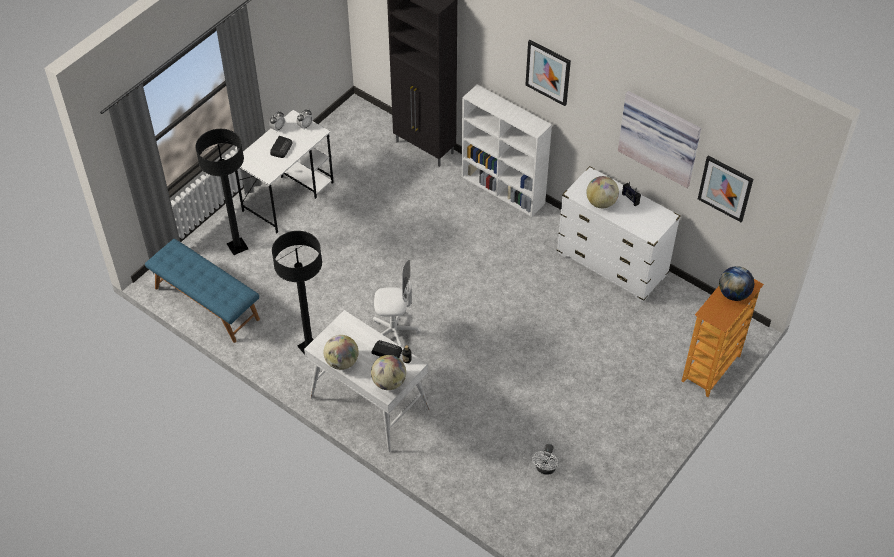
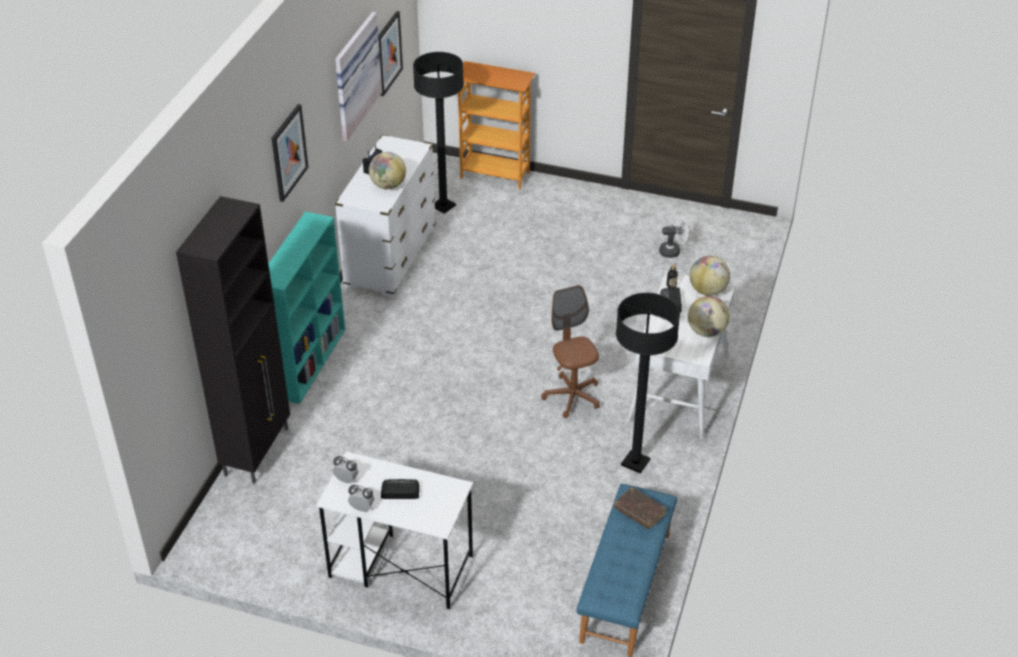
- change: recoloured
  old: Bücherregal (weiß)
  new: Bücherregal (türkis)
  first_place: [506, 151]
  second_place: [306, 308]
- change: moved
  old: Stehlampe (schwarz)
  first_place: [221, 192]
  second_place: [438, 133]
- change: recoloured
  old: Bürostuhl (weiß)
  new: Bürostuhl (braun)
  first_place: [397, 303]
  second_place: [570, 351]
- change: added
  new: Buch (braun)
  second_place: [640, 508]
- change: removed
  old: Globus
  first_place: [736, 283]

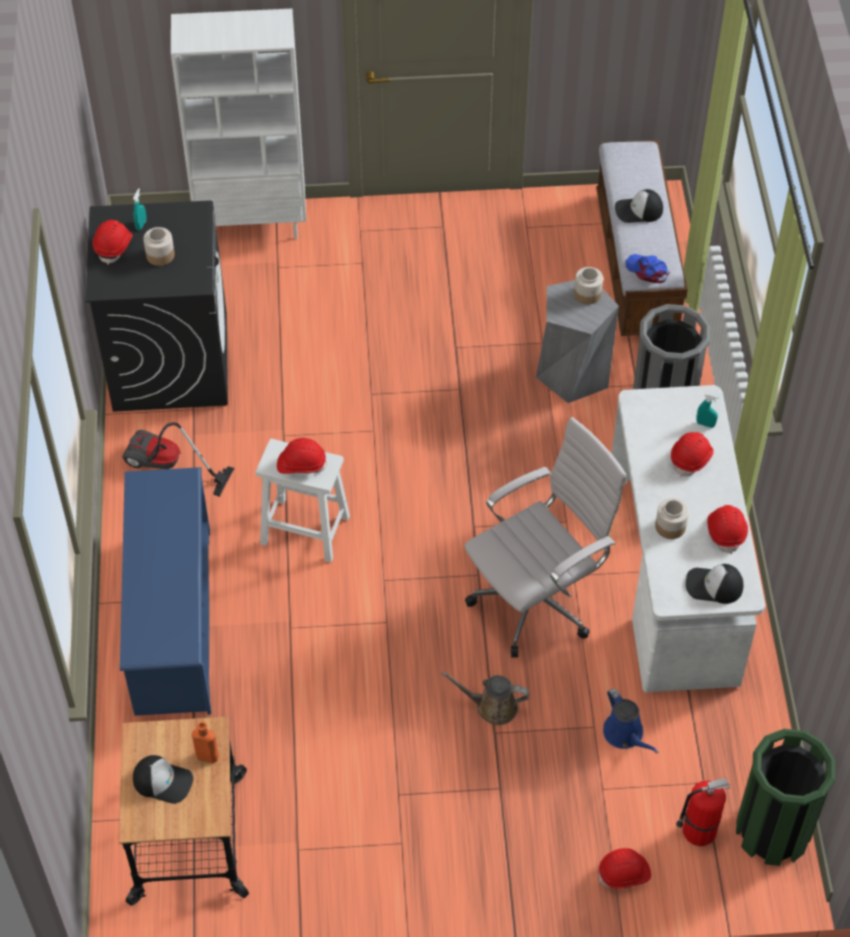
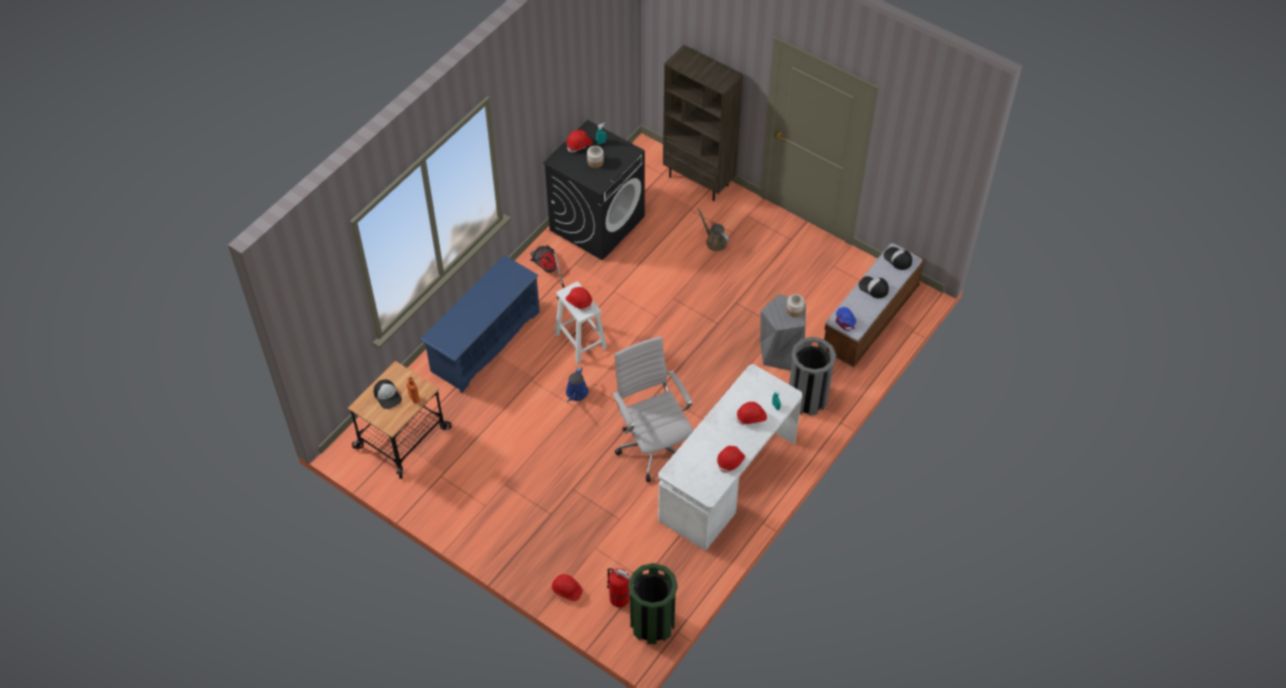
- change: moved
  old: Gießkanne (blau)
  first_place: [631, 721]
  second_place: [577, 384]
- change: turned
  old: Bürostuhl (weiß)
  first_place: [545, 537]
  second_place: [653, 409]
  degrees: -120
- change: recoloured
  old: Bücherregal (weiß)
  new: Bücherregal (braun)
  first_place: [238, 124]
  second_place: [703, 123]
- change: moved
  old: Gießkanne (braun)
  first_place: [485, 698]
  second_place: [713, 229]
- change: moved
  old: Kappe
  first_place: [715, 584]
  second_place: [898, 258]
- change: removed
  old: Vorratsglas
  first_place: [672, 518]

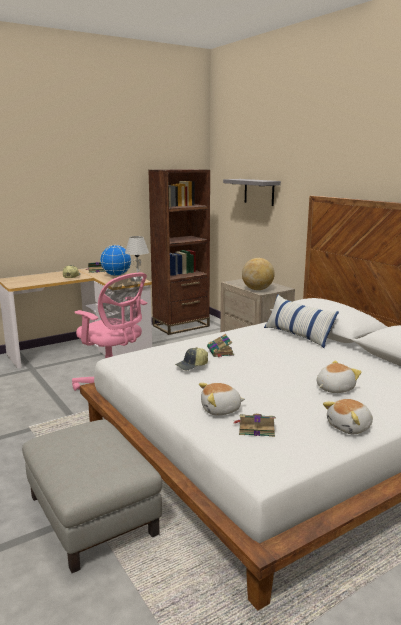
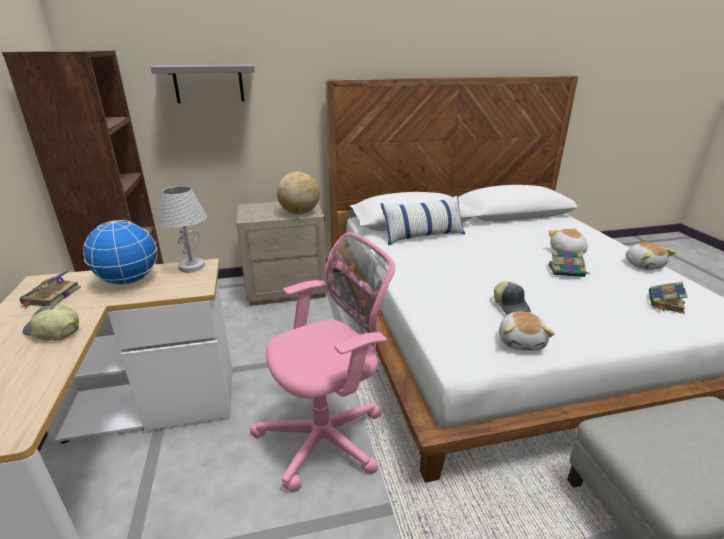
- change: moved
  old: Plüschtier
  first_place: [222, 399]
  second_place: [527, 331]
- change: moved
  old: Buch
  first_place: [220, 345]
  second_place: [568, 264]

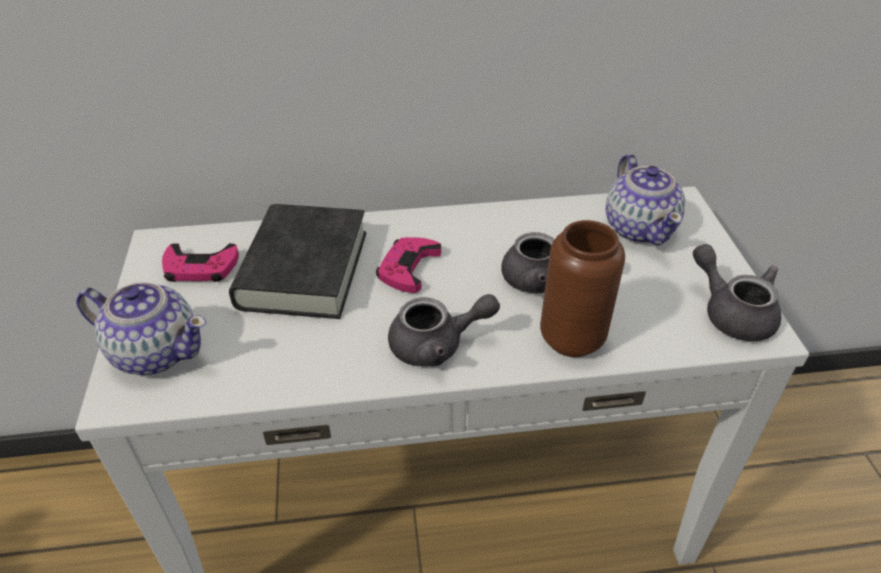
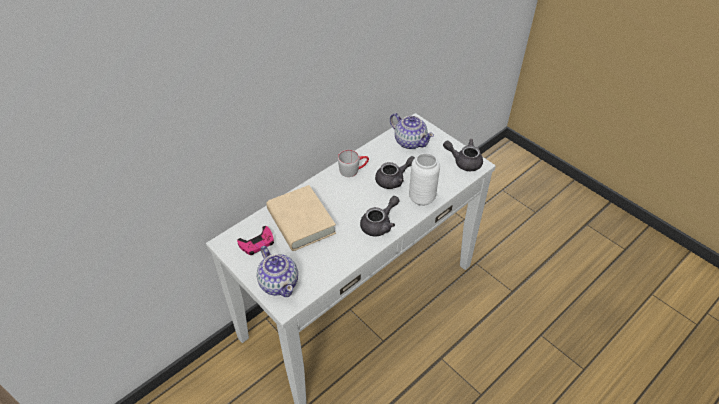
- change: turned
  old: Teekanne
  first_place: [141, 328]
  second_place: [277, 271]
  degrees: 75
- change: recoloured
  old: Buch (schwarz)
  new: Buch (beige)
  first_place: [297, 261]
  second_place: [301, 218]
- change: added
  new: Henkelbecher (grau)
  second_place: [353, 163]
- change: recoloured
  old: Vase (braun)
  new: Vase (weiß)
  first_place: [582, 288]
  second_place: [424, 179]
- change: removed
  old: Gamepad (rosa)
  first_place: [408, 265]

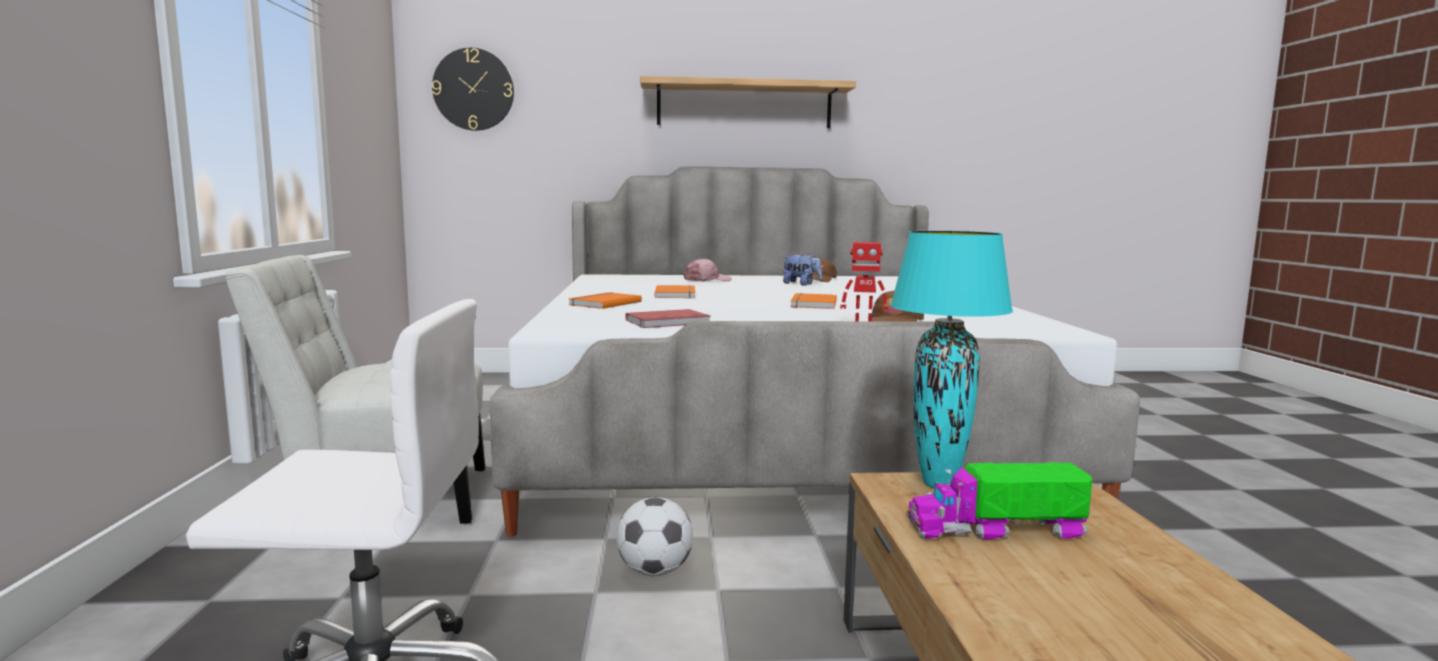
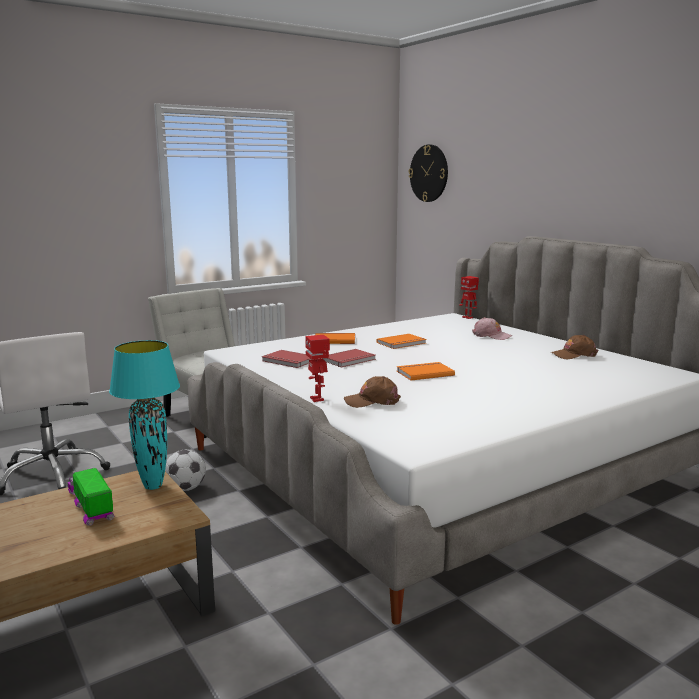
- change: added
  new: Buch (rot)
  second_place: [349, 358]
- change: added
  new: Spielzeugroboter
  second_place: [469, 297]
- change: removed
  old: Wandregal
  first_place: [748, 102]
- change: removed
  old: Plüschtier
  first_place: [802, 270]

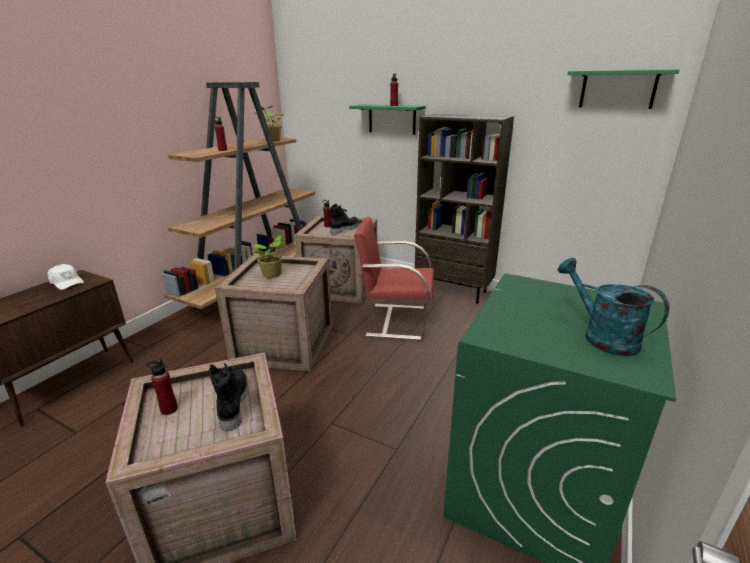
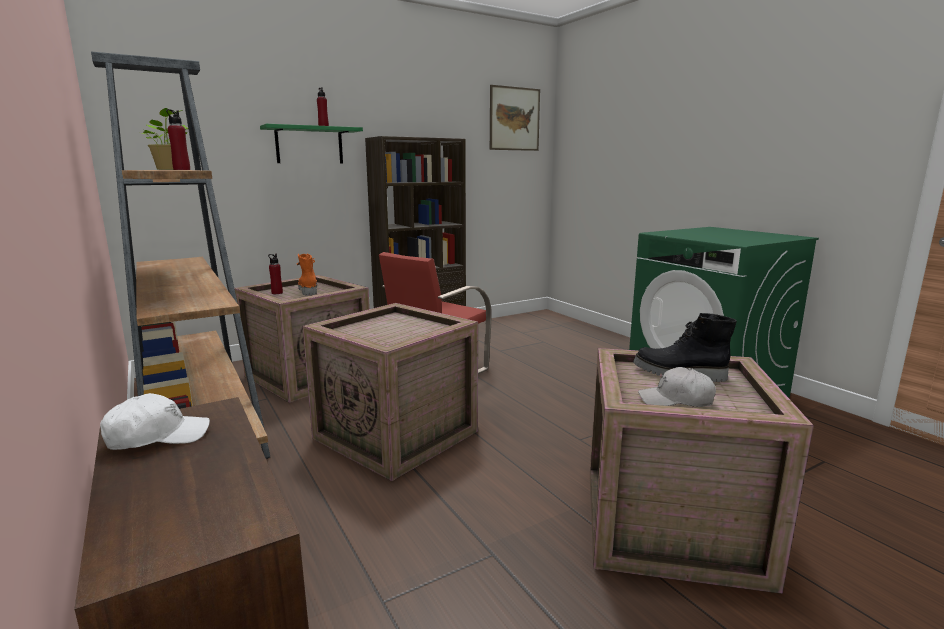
- change: recoloured
  old: Stiefel (schwarz)
  new: Stiefel (orange)
  first_place: [344, 219]
  second_place: [306, 275]
- change: replaced
  old: Wandregal (grün)
  new: Bild
  first_place: [623, 89]
  second_place: [515, 118]
- change: replaced
  old: Flasche (rot)
  new: Kappe (weiß)
  first_place: [162, 387]
  second_place: [677, 387]
- change: removed
  old: Topfpflanze
  first_place: [269, 256]
- change: removed
  old: Gießkanne (türkis)
  first_place: [613, 307]

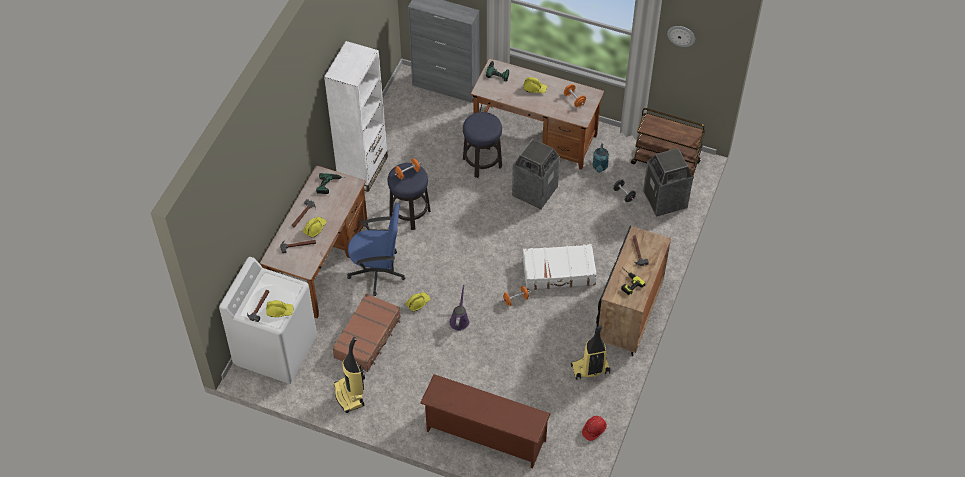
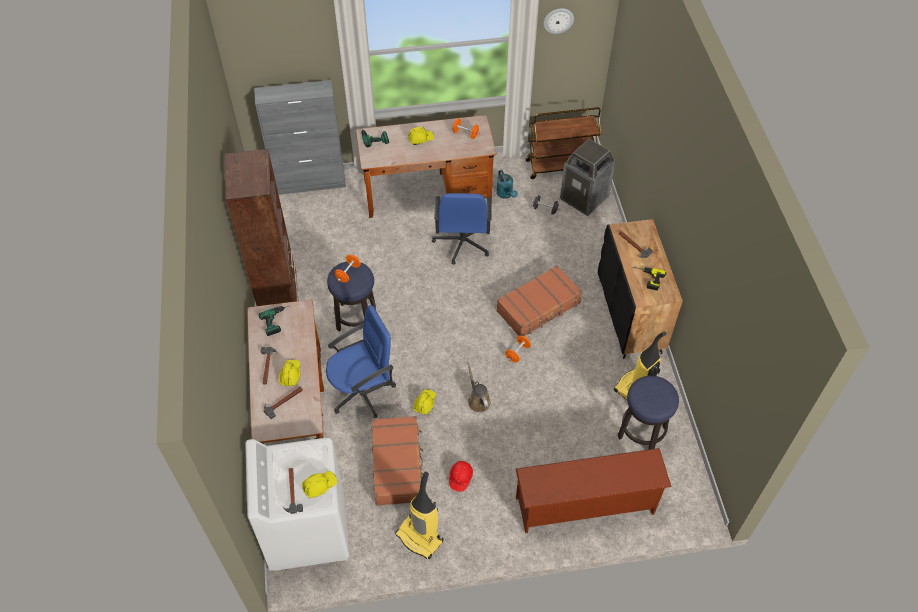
- change: recoloured
  old: Bücherregal (weiß)
  new: Bücherregal (braun)
  first_place: [356, 116]
  second_place: [261, 227]
- change: replaced
  old: Mülleimer
  new: Bürostuhl (blau)
  first_place: [536, 174]
  second_place: [461, 229]
- change: moved
  old: Schutzhelm (rot)
  first_place: [594, 428]
  second_place: [461, 476]
- change: recoloured
  old: Gießkanne (lila)
  new: Gießkanne (braun)
  first_place: [459, 308]
  second_place: [479, 387]
- change: recoloured
  old: Koffer (weiß)
  new: Koffer (braun)
  first_place: [560, 267]
  second_place: [539, 300]
- change: moved
  old: Hocker
  first_place: [482, 145]
  second_place: [648, 413]

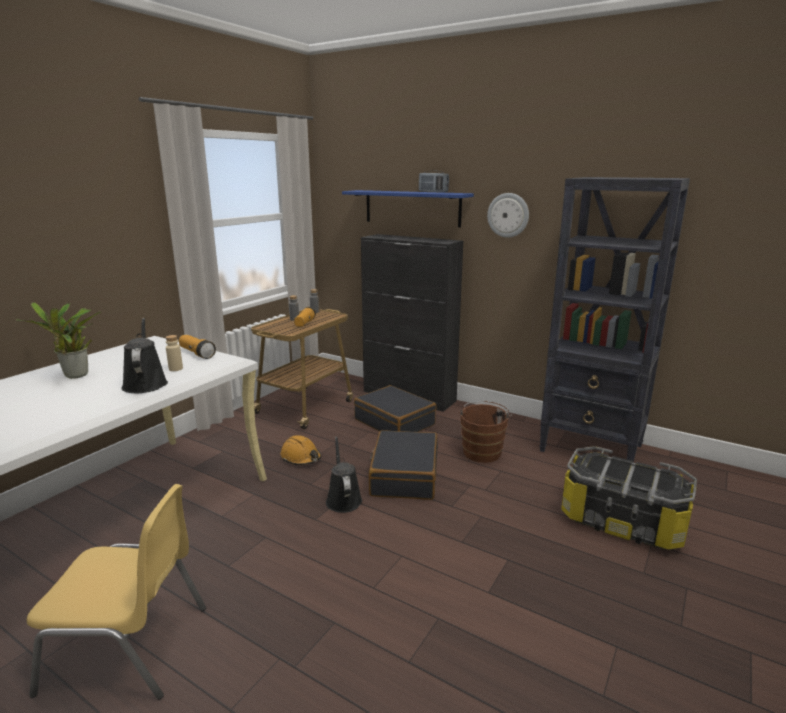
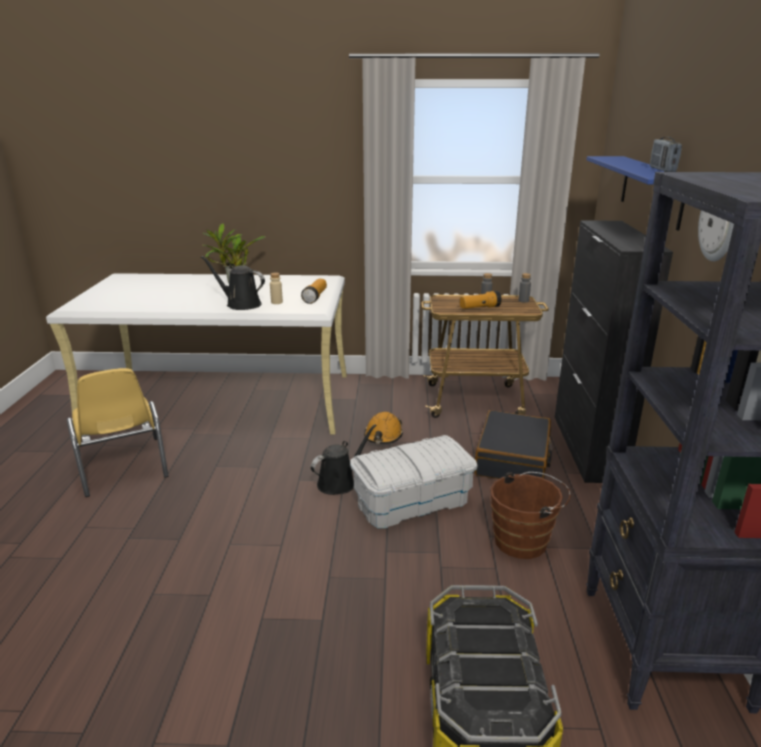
- change: turned
  old: Gießkanne (schwarz)
  first_place: [145, 355]
  second_place: [233, 283]
  degrees: -105
- change: replaced
  old: Koffer (schwarz)
  new: Aufbewahrungsbox (weiß)
  first_place: [403, 465]
  second_place: [414, 481]

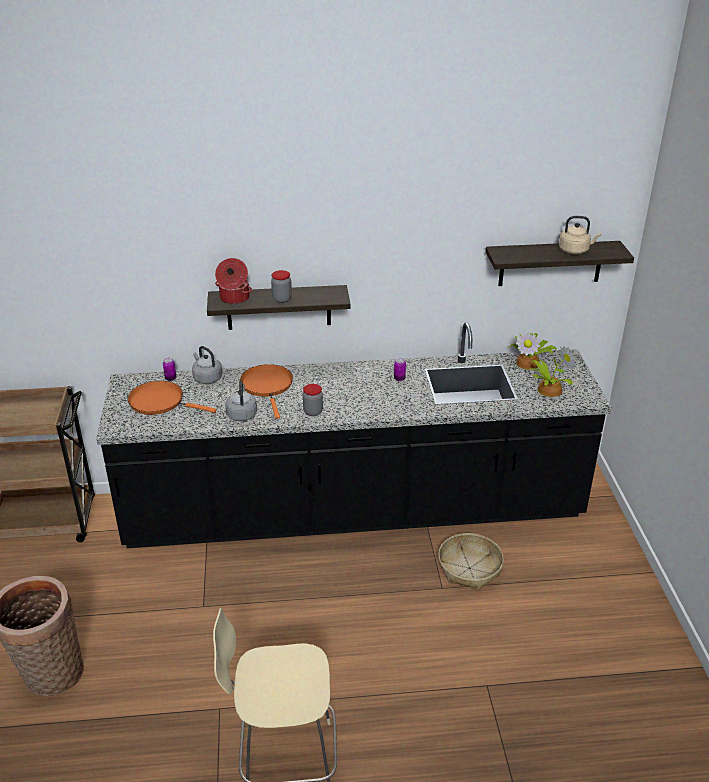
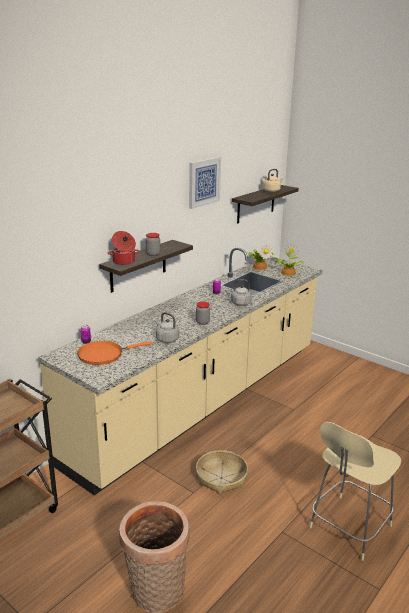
- change: recoloured
  old: Küchenzeile (schwarz)
  new: Küchenzeile (beige)
  first_place: [354, 435]
  second_place: [180, 371]
- change: added
  new: Bild
  second_place: [205, 183]
- change: moved
  old: Korb
  first_place: [471, 561]
  second_place: [222, 472]
- change: moved
  old: Wasserkessel (grau)
  first_place: [207, 365]
  second_place: [238, 293]
- change: removed
  old: Pfanne (orange)
  first_place: [266, 391]

